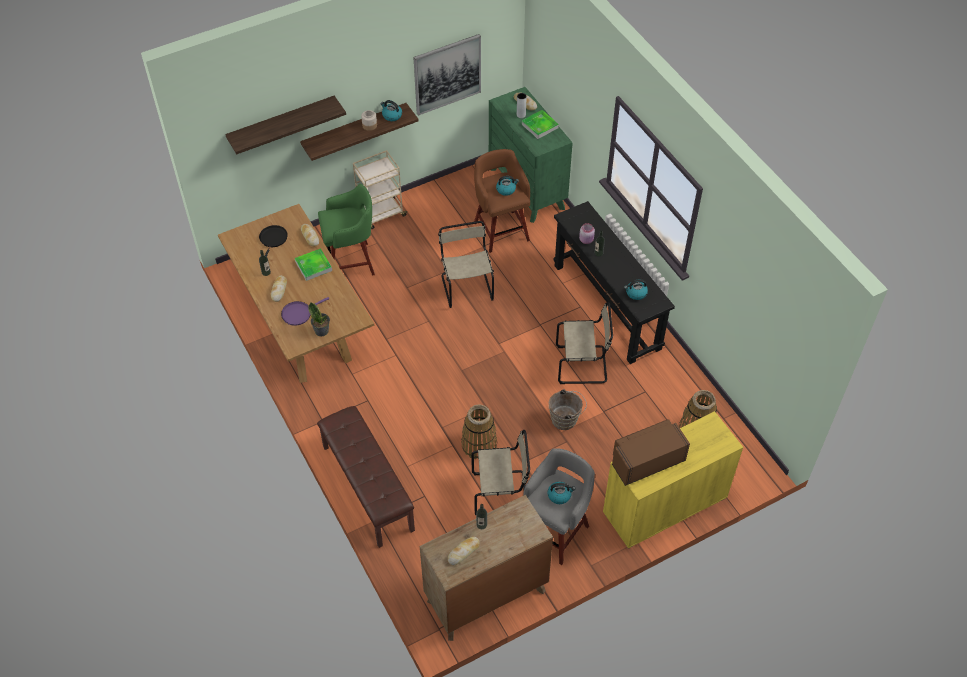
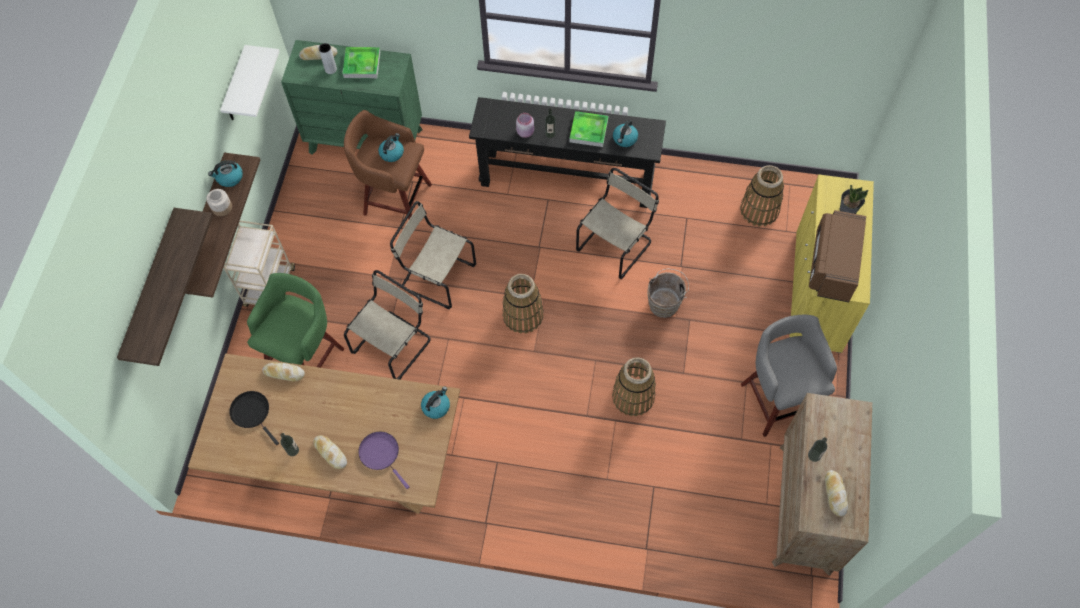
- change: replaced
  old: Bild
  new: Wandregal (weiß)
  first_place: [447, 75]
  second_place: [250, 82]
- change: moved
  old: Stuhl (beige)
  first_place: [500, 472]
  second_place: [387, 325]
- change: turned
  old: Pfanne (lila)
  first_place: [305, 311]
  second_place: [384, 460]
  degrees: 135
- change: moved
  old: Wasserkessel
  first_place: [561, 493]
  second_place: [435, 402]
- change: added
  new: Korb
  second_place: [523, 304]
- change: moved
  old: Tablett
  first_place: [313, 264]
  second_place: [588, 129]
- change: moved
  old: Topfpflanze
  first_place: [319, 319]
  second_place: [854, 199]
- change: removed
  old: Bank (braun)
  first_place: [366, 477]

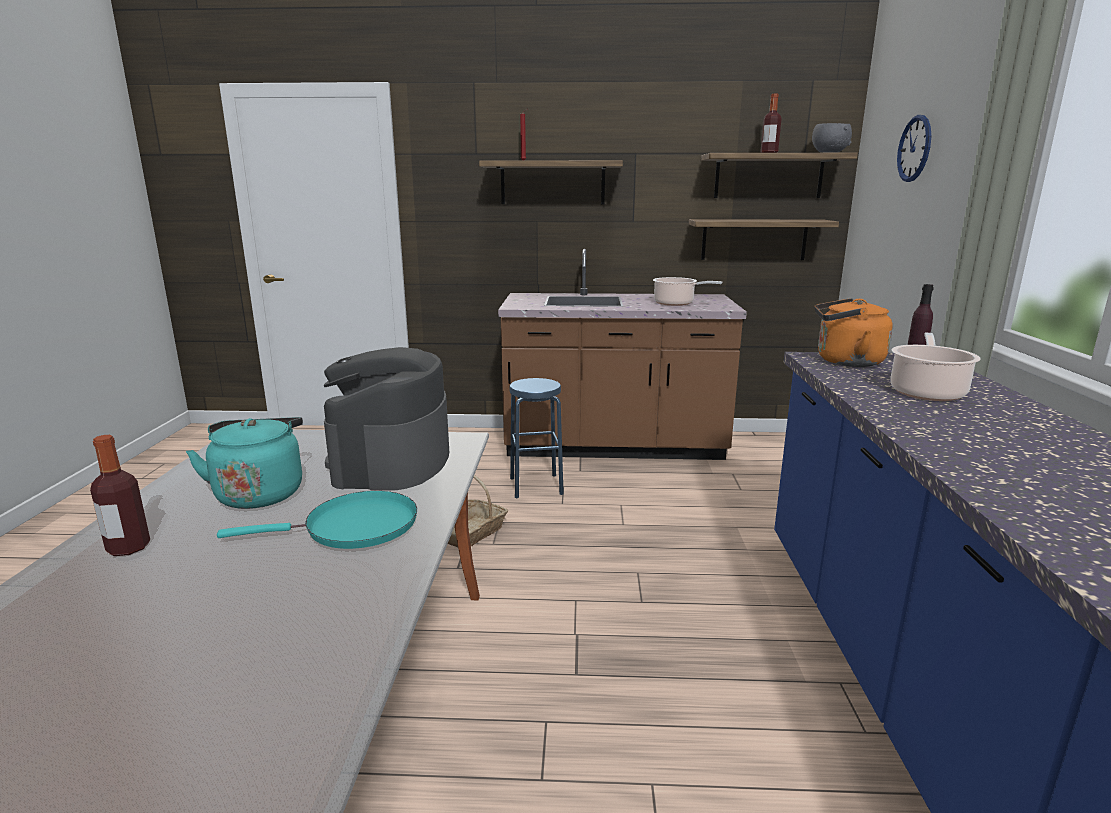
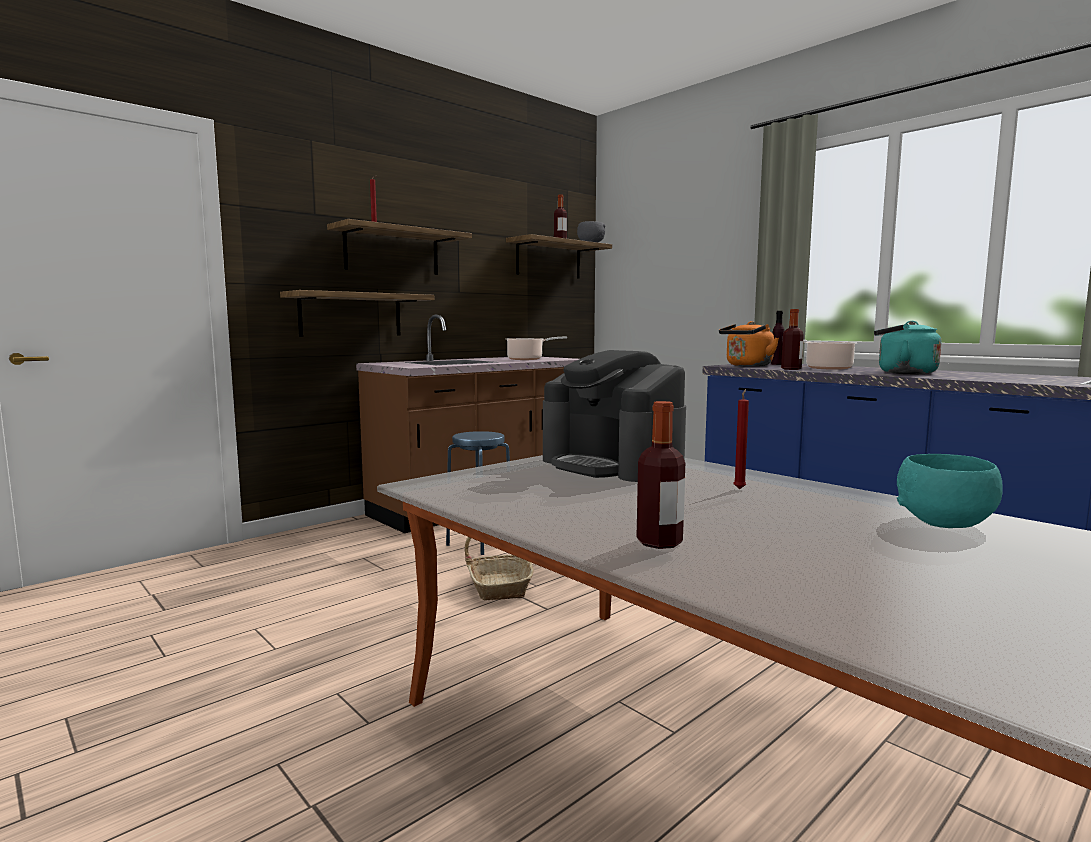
- change: moved
  old: Wandregal
  first_place: [764, 239]
  second_place: [357, 313]
- change: replaced
  old: Pfanne (türkis)
  new: Kerze (rot)
  first_place: [317, 520]
  second_place: [741, 439]
- change: added
  new: Flasche
  second_place: [792, 339]
- change: moved
  old: Wasserkessel (türkis)
  first_place: [244, 463]
  second_place: [907, 347]
- change: added
  new: Schüssel (türkis)
  second_place: [950, 491]
- change: removed
  old: Wanduhr
  first_place: [914, 148]

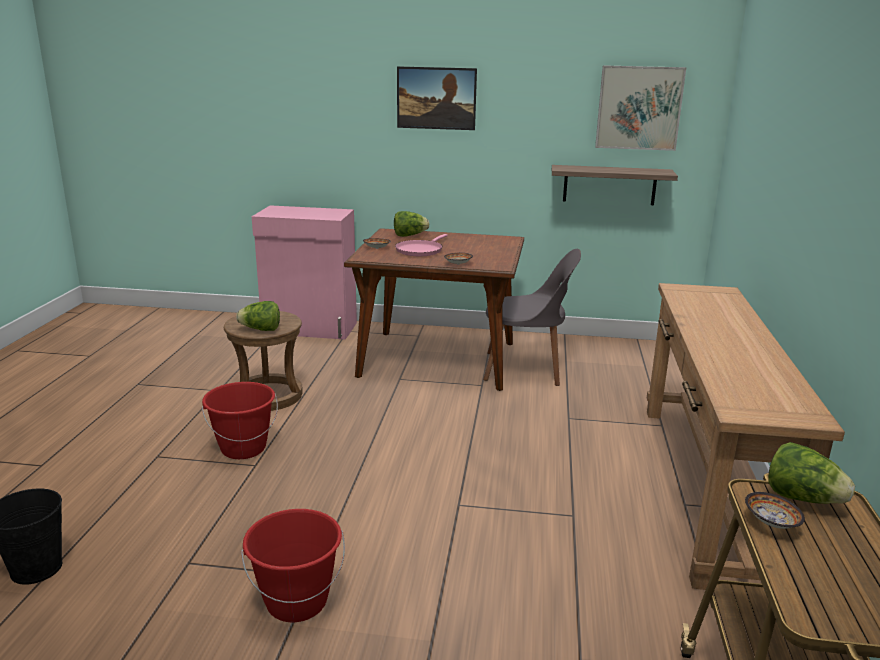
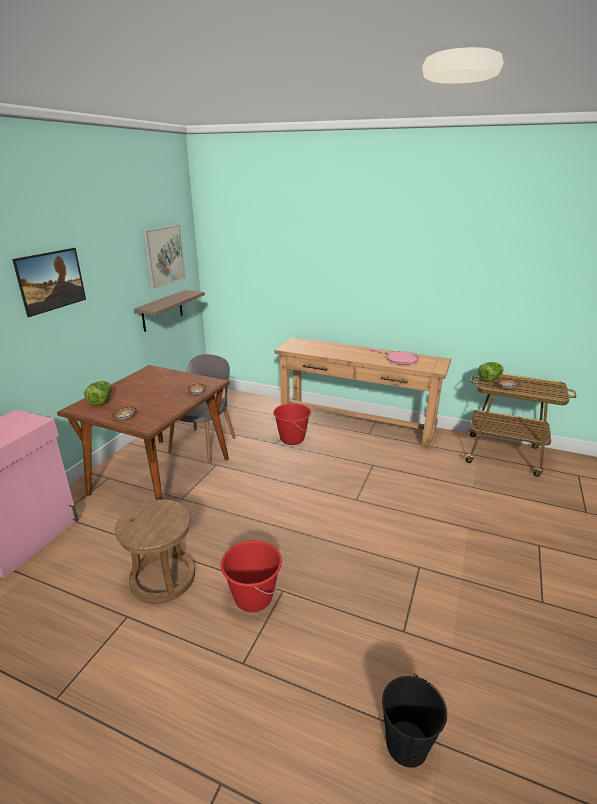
- change: moved
  old: Eimer (rot)
  first_place: [293, 565]
  second_place: [292, 424]
- change: moved
  old: Pfanne (rosa)
  first_place: [421, 245]
  second_place: [394, 356]
- change: removed
  old: Salatkopf
  first_place: [258, 316]

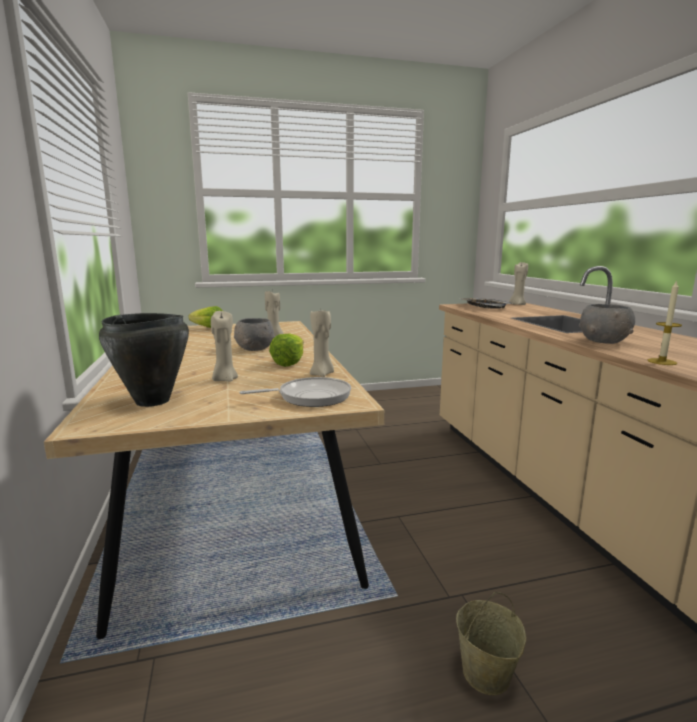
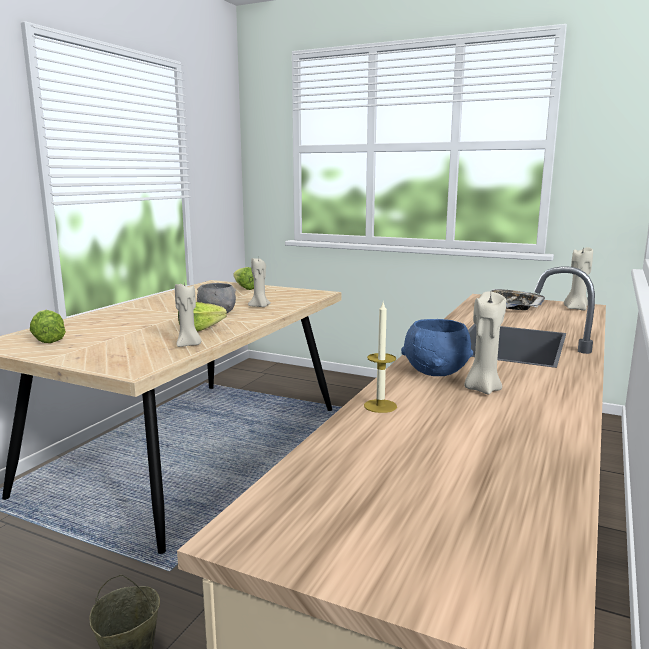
- change: replaced
  old: Kochtopf (schwarz)
  new: Salatkopf
  first_place: [144, 360]
  second_place: [48, 326]
- change: recoloured
  old: Schüssel (grau)
  new: Schüssel (blau)
  first_place: [607, 324]
  second_place: [437, 347]
- change: moved
  old: Kerze (beige)
  first_place: [224, 346]
  second_place: [485, 343]
- change: removed
  old: Pfanne
  first_place: [295, 392]

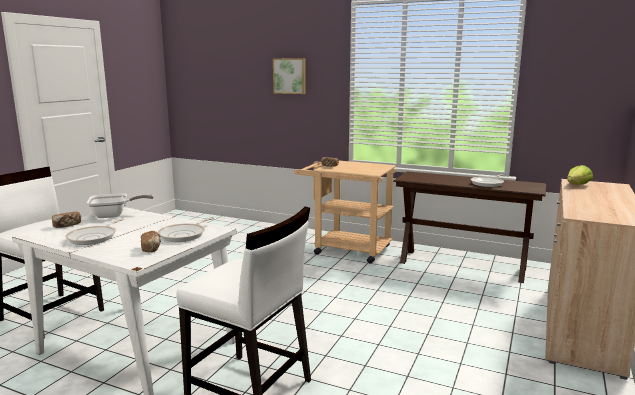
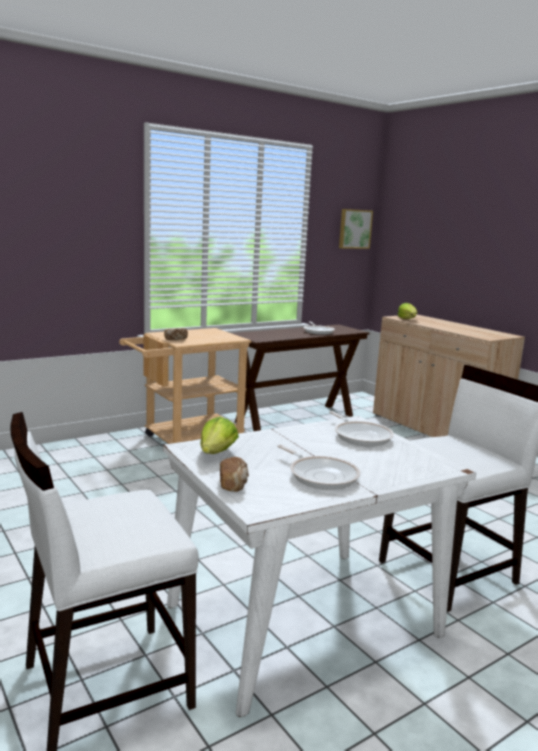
- change: replaced
  old: Pfanne
  new: Salatkopf
  first_place: [120, 205]
  second_place: [219, 435]
- change: moved
  old: Bild
  first_place: [289, 76]
  second_place: [356, 229]
- change: removed
  old: Brot
  first_place: [151, 241]

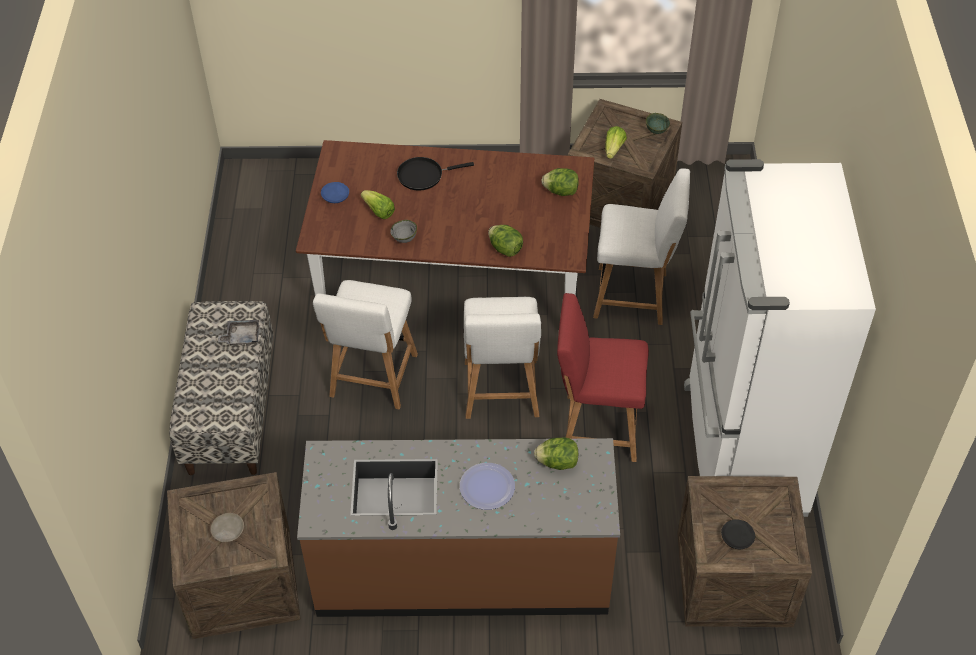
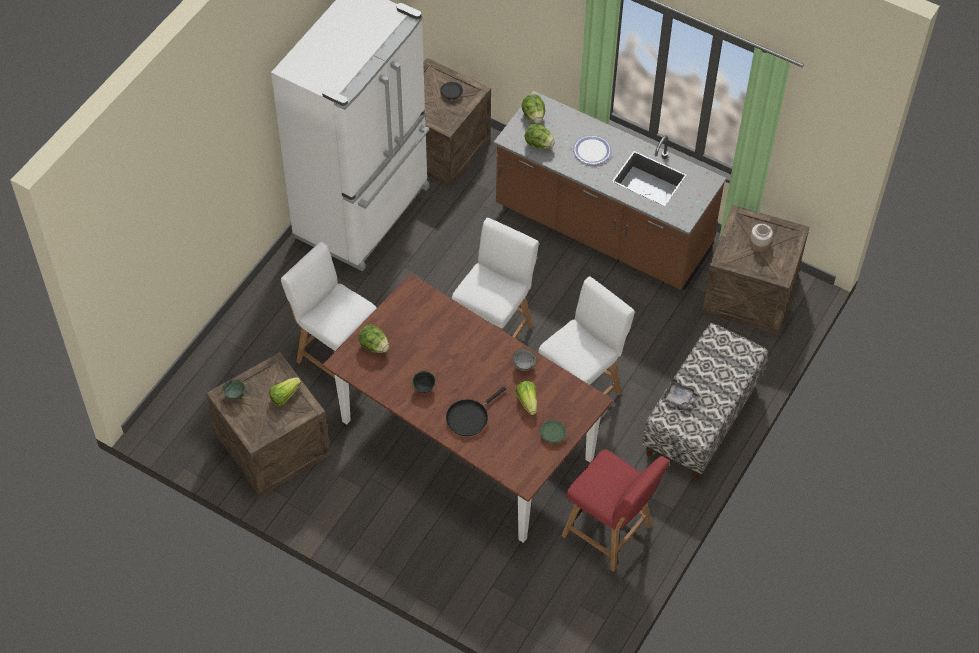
- change: added
  new: Schüssel (schwarz)
  second_place: [424, 382]
- change: turned
  old: Pfanne (schwarz)
  first_place: [435, 173]
  second_place: [476, 411]
  degrees: 120
- change: moved
  old: Salatkopf
  first_place: [505, 241]
  second_place: [533, 108]
- change: recoloured
  old: Teller (blau)
  new: Teller (grün)
  first_place: [335, 192]
  second_place: [553, 431]
- change: moved
  old: Stuhl (rot)
  first_place: [603, 377]
  second_place: [615, 510]
- change: replaced
  old: Teller (beige)
  new: Vorratsglas
  first_place: [227, 527]
  second_place: [761, 238]

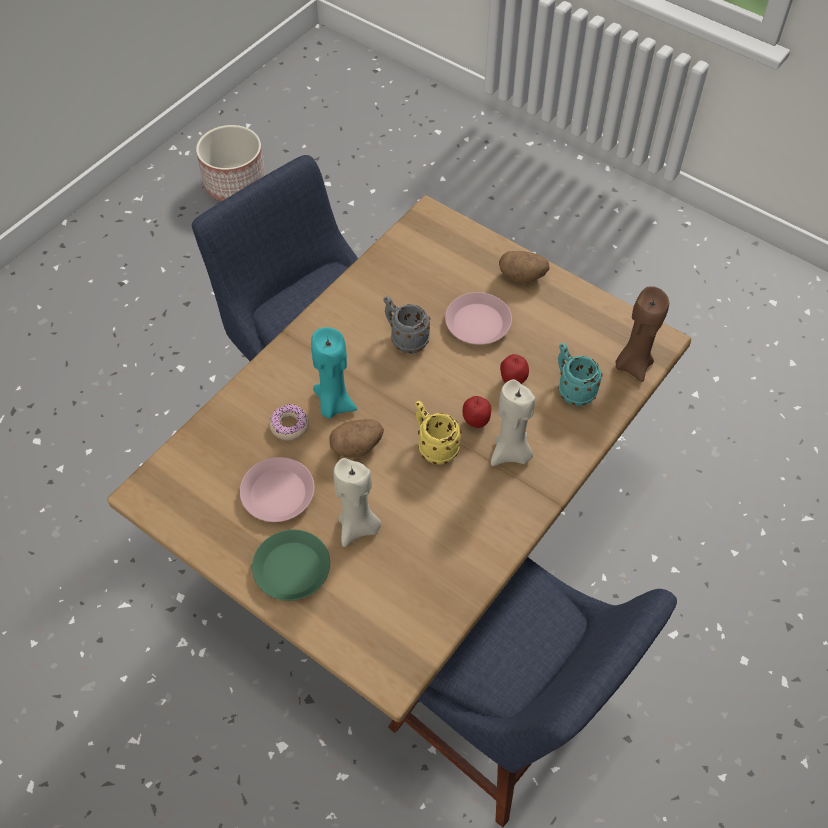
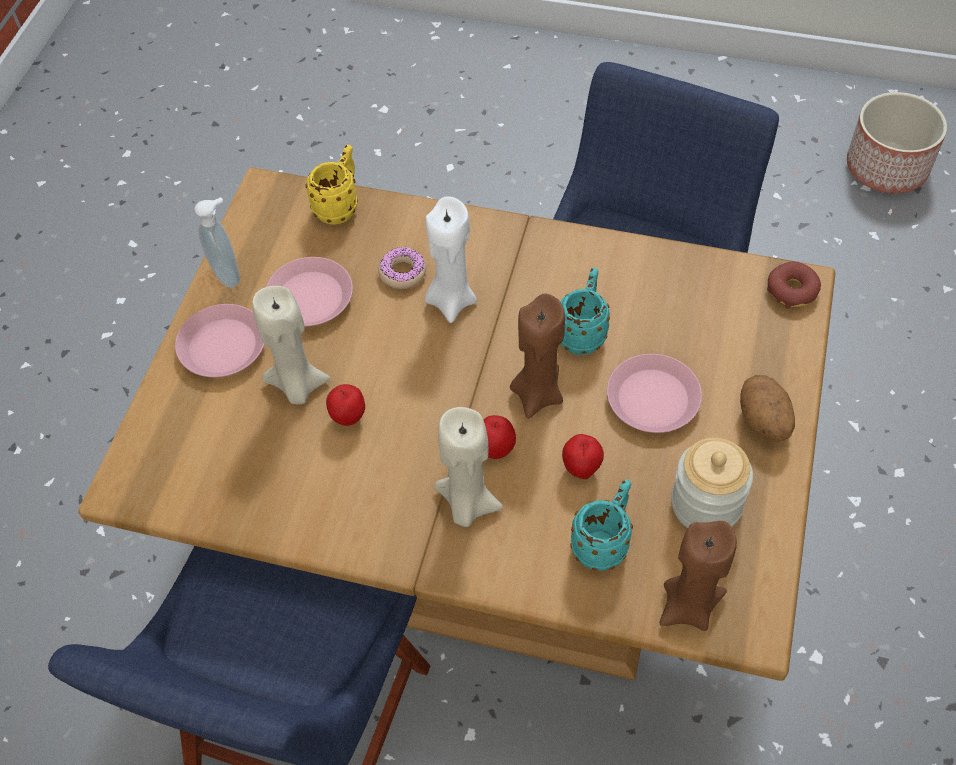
- change: recoloured
  old: Teller (grün)
  new: Teller (rosa)
  first_place: [291, 565]
  second_place: [219, 340]
- change: added
  new: Seifenspender
  second_place: [217, 242]
- change: moved
  old: Henkelbecher (gelb)
  first_place: [438, 433]
  second_place: [331, 185]
- change: added
  new: Apfel
  second_place: [345, 405]
- change: recoloured
  old: Kerze (türkis)
  new: Kerze (weiß)
  first_place: [334, 373]
  second_place: [451, 260]
- change: added
  new: Kerze (braun)
  second_place: [537, 356]
- change: recoloured
  old: Henkelbecher (grau)
  new: Henkelbecher (türkis)
  first_place: [406, 325]
  second_place: [585, 311]
- change: added
  new: Vorratsglas
  second_place: [712, 482]
- change: added
  new: Donut
  second_place: [794, 285]
- change: removed
  old: Kartoffel
  first_place: [356, 438]

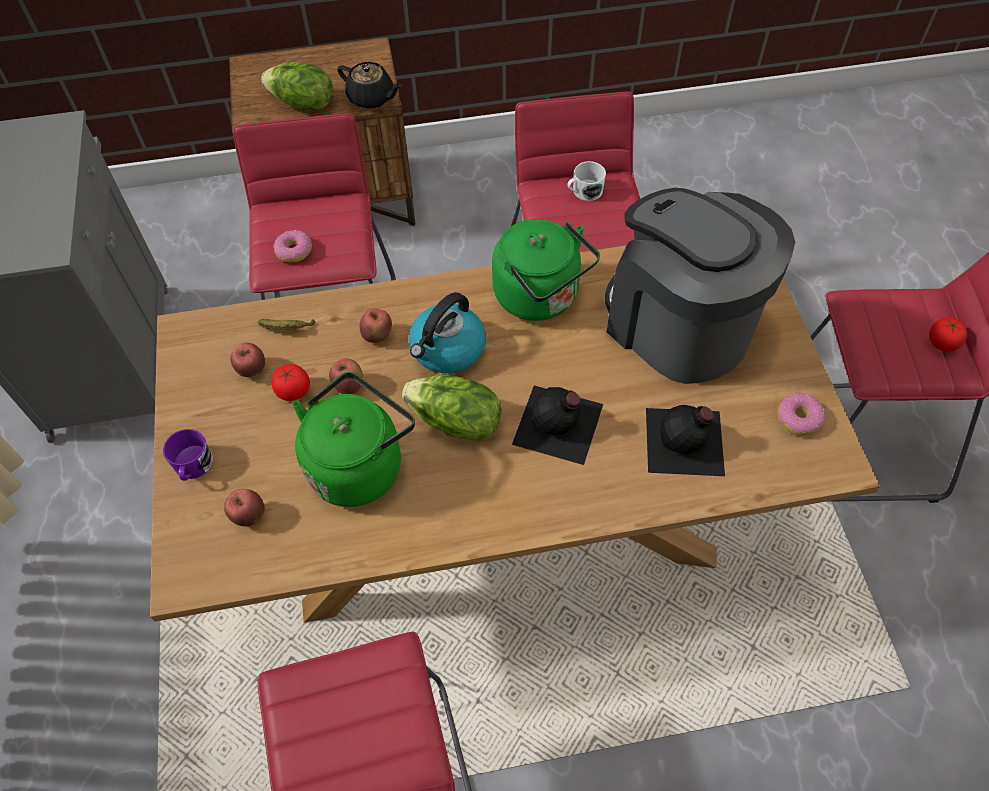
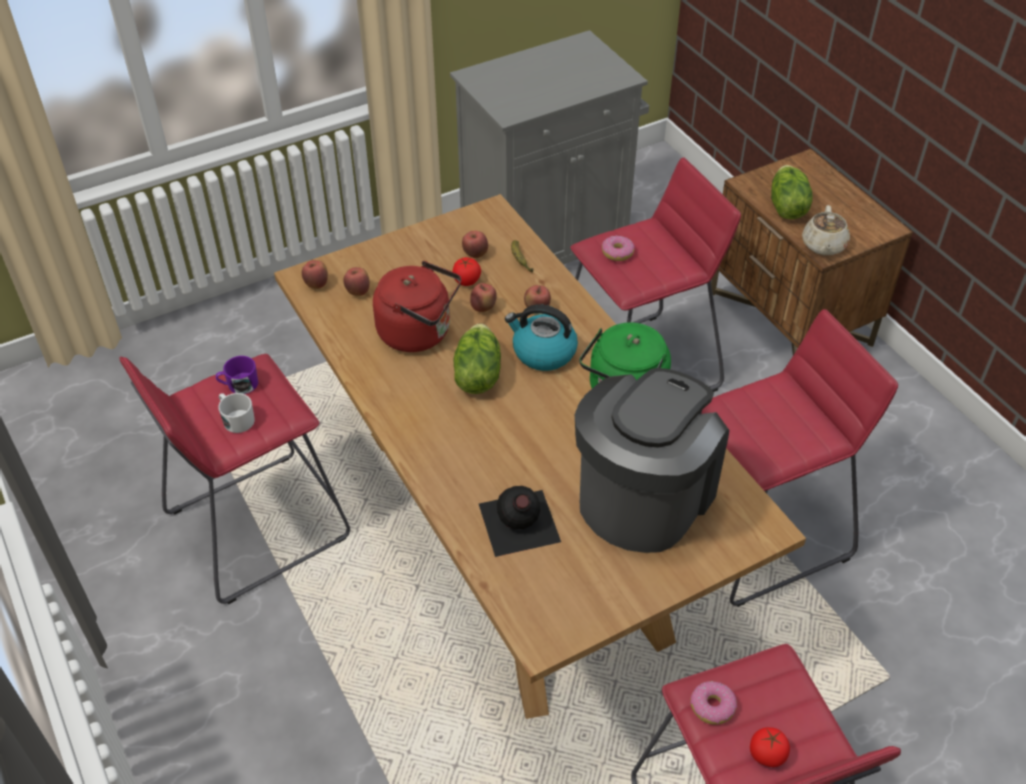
- change: moved
  old: Henkelbecher (lila)
  first_place: [188, 455]
  second_place: [237, 375]
- change: moved
  old: Henkelbecher (weiß)
  first_place: [586, 181]
  second_place: [236, 413]
- change: added
  new: Apfel
  second_place: [315, 274]
- change: recoloured
  old: Wasserkessel (grün)
  new: Wasserkessel (rot)
  first_place: [353, 439]
  second_place: [417, 306]
- change: moved
  old: Donut
  first_place: [801, 414]
  second_place: [713, 703]
- change: recoloured
  old: Teekanne (schwarz)
  new: Teekanne (beige)
  first_place: [369, 85]
  second_place: [826, 230]
- change: removed
  old: Flasche (schwarz)
  first_place: [557, 425]

